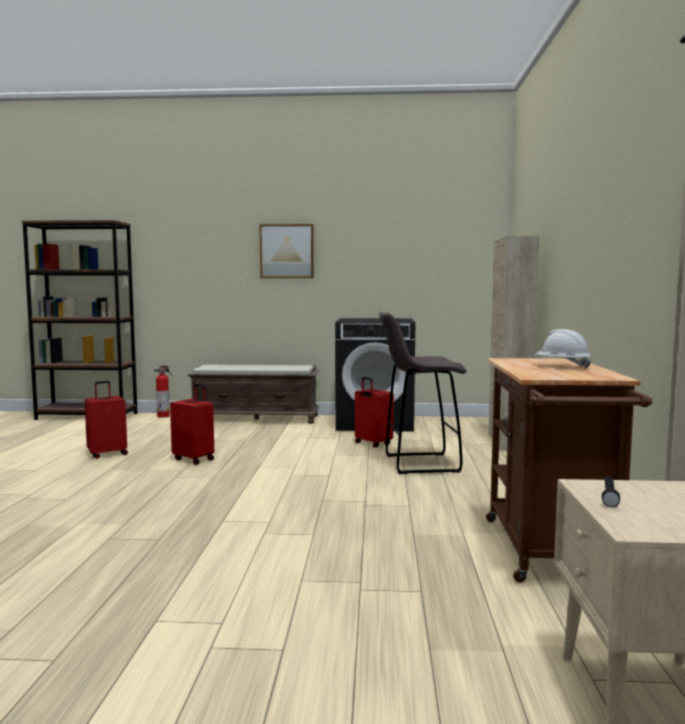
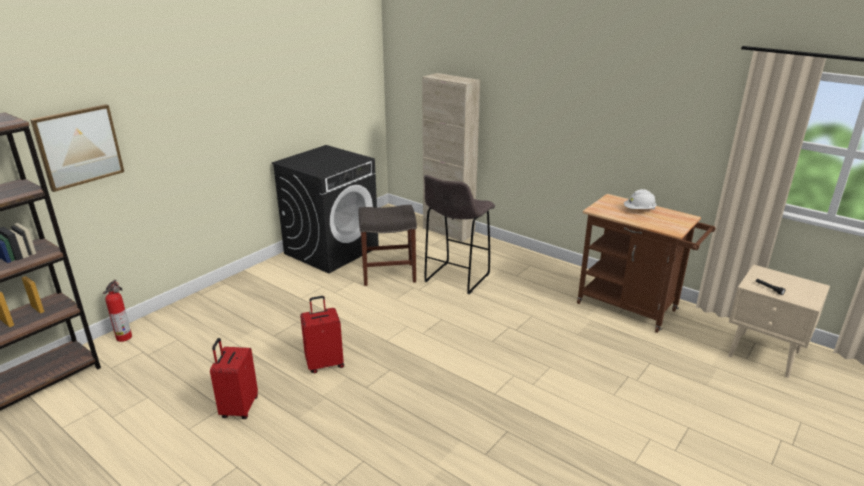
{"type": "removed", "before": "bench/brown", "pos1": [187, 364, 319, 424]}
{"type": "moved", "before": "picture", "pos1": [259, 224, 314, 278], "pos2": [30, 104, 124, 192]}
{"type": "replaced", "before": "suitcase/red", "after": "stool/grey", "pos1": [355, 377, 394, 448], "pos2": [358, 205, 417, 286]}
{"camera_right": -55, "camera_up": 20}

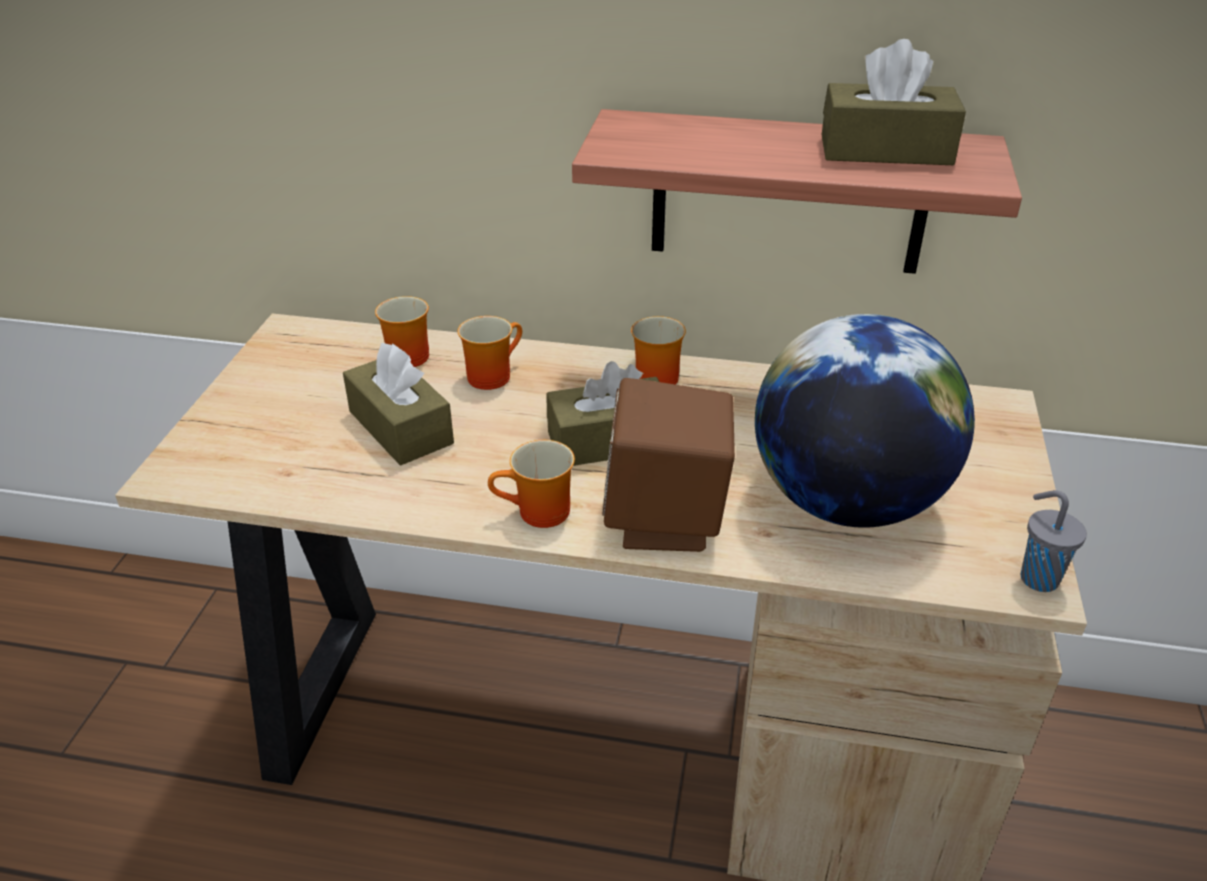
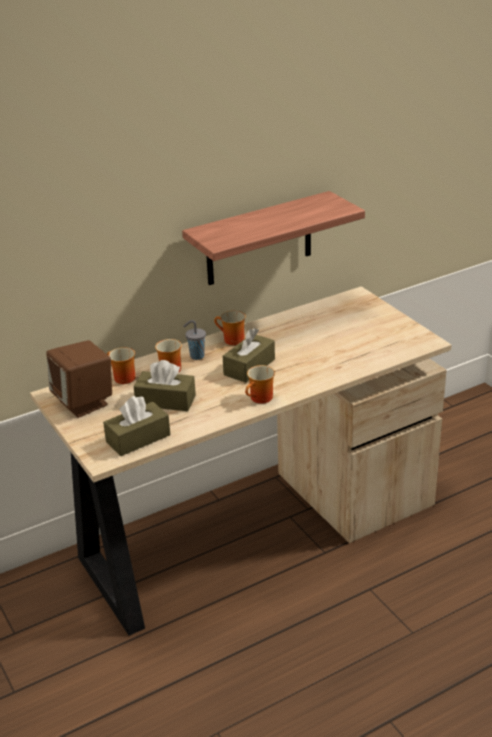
{"type": "moved", "before": "speaker/brown", "pos1": [602, 378, 735, 552], "pos2": [46, 340, 112, 418]}
{"type": "removed", "before": "globe", "pos1": [755, 314, 975, 528]}
{"type": "moved", "before": "tissue box/brown", "pos1": [822, 39, 966, 165], "pos2": [103, 396, 170, 456]}
{"type": "moved", "before": "cup/grey", "pos1": [1021, 490, 1087, 592], "pos2": [183, 320, 206, 360]}
{"camera_right": -40, "camera_up": -5}

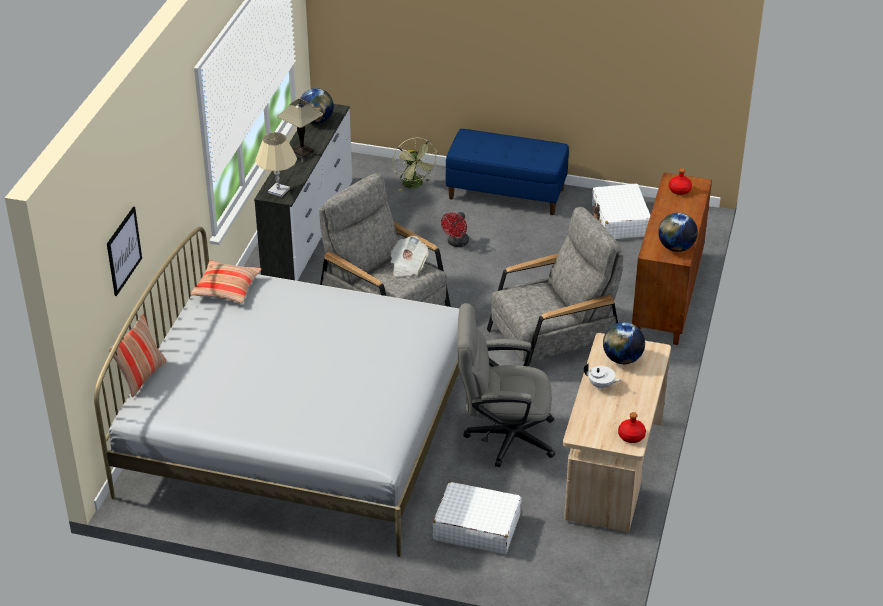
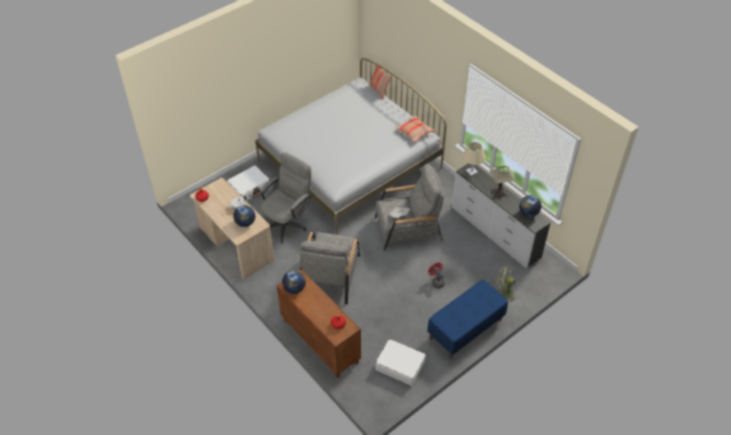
{"type": "removed", "before": "picture", "pos1": [107, 207, 142, 296]}
{"camera_right": 125, "camera_up": 10}

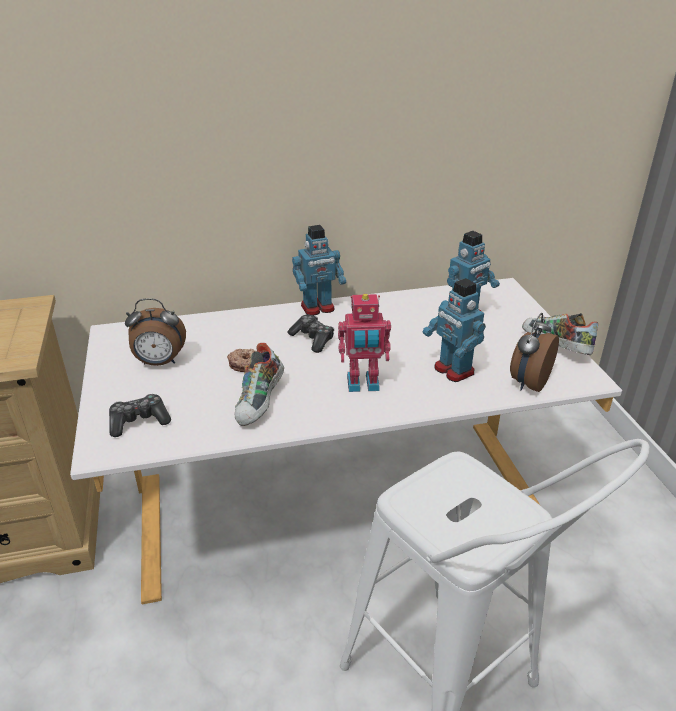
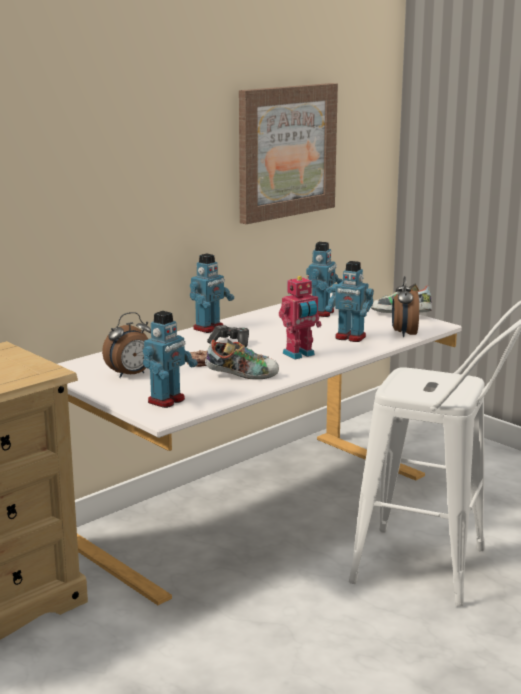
{"type": "replaced", "before": "game controller", "after": "toy robot", "pos1": [109, 394, 171, 437], "pos2": [143, 311, 198, 408]}
{"type": "turned", "before": "shoe", "pos1": [235, 343, 284, 426], "pos2": [205, 339, 279, 379], "turn": -75}
{"type": "added", "after": "picture", "pos2": [239, 83, 338, 224]}
{"camera_right": -30, "camera_up": -15}

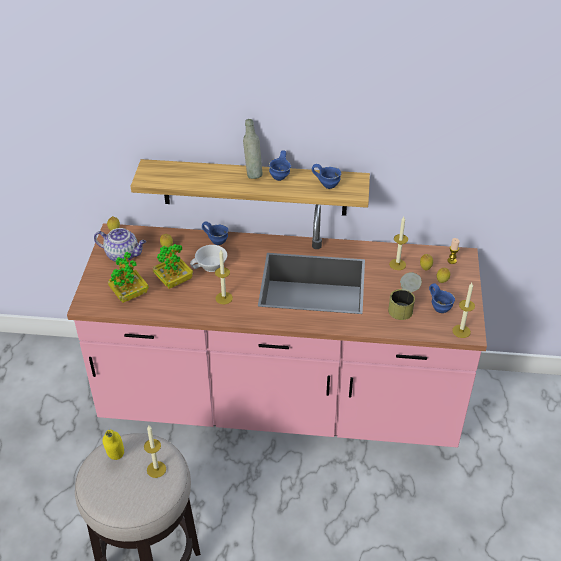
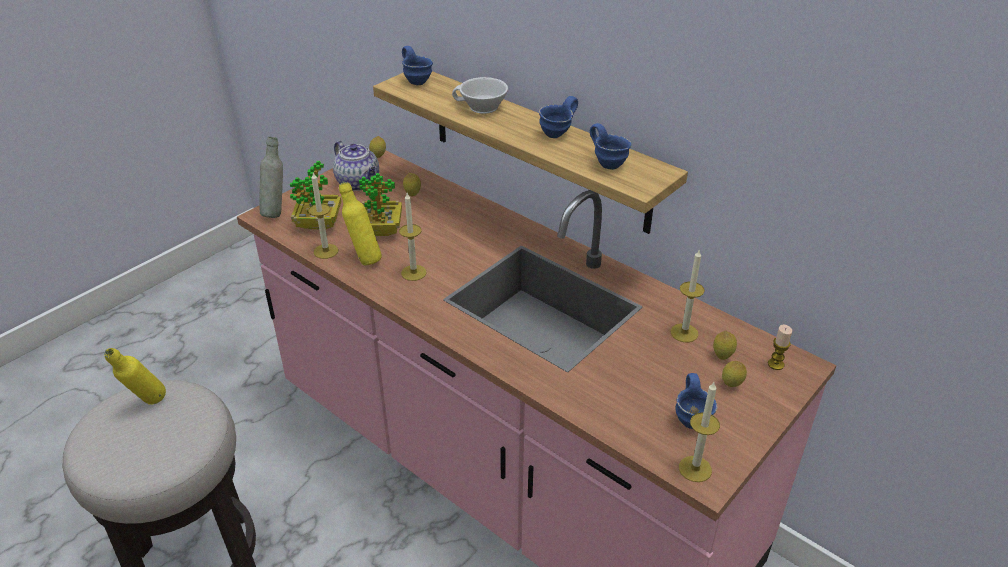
{"type": "moved", "before": "candle", "pos1": [144, 426, 166, 478], "pos2": [308, 172, 338, 259]}
{"type": "moved", "before": "cup/white", "pos1": [190, 245, 227, 272], "pos2": [452, 77, 508, 114]}
{"type": "moved", "before": "mug/blue", "pos1": [202, 222, 229, 245], "pos2": [402, 46, 433, 85]}
{"type": "moved", "before": "bottle/grey", "pos1": [243, 119, 263, 179], "pos2": [260, 137, 283, 218]}
{"type": "removed", "before": "can", "pos1": [388, 272, 422, 320]}
{"type": "added", "after": "bottle/yellow", "pos2": [339, 182, 382, 265]}
{"camera_right": 35, "camera_up": -5}

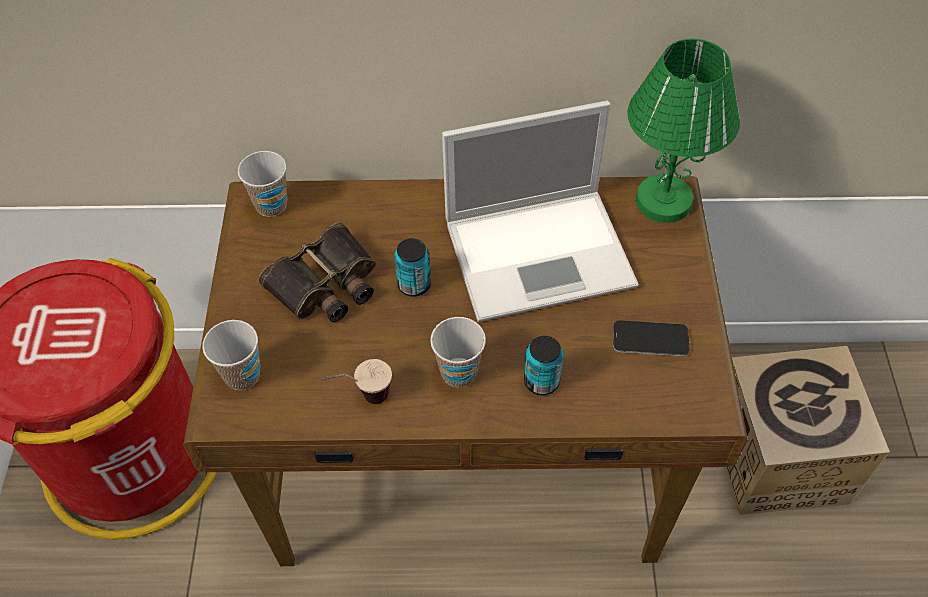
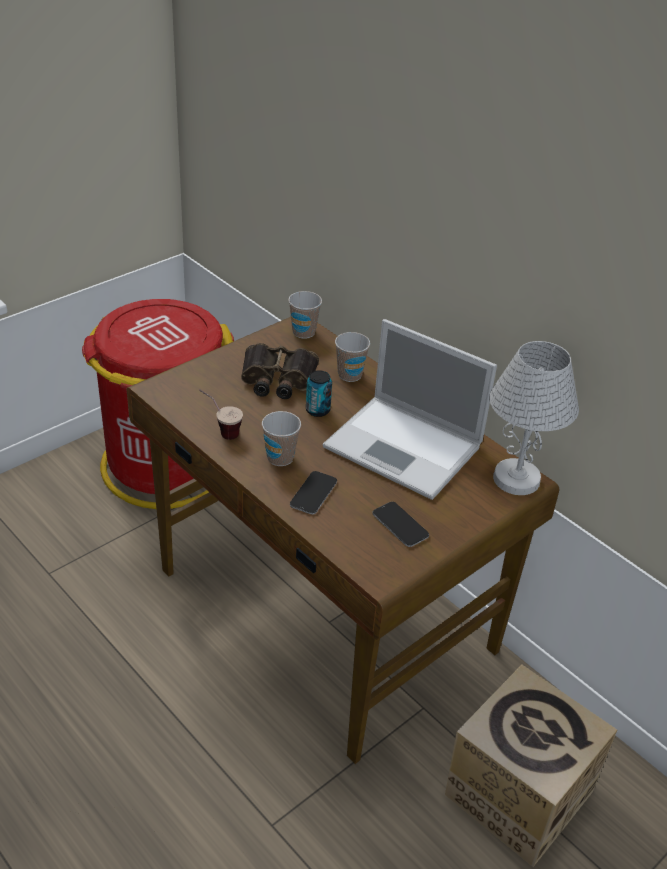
{"type": "moved", "before": "cup", "pos1": [202, 320, 260, 390], "pos2": [335, 332, 370, 382]}
{"type": "replaced", "before": "can", "after": "phone", "pos1": [524, 336, 563, 395], "pos2": [290, 471, 337, 514]}
{"type": "recoloured", "before": "table lamp/green", "after": "table lamp/white", "pos1": [628, 39, 740, 223], "pos2": [489, 341, 579, 495]}
{"camera_right": 45, "camera_up": -15}

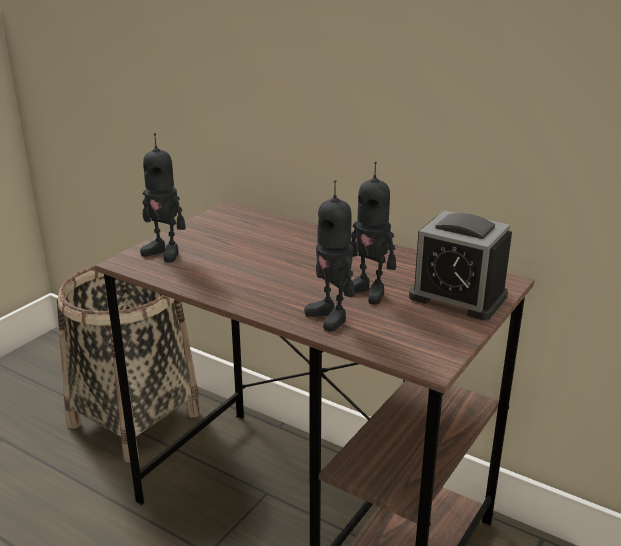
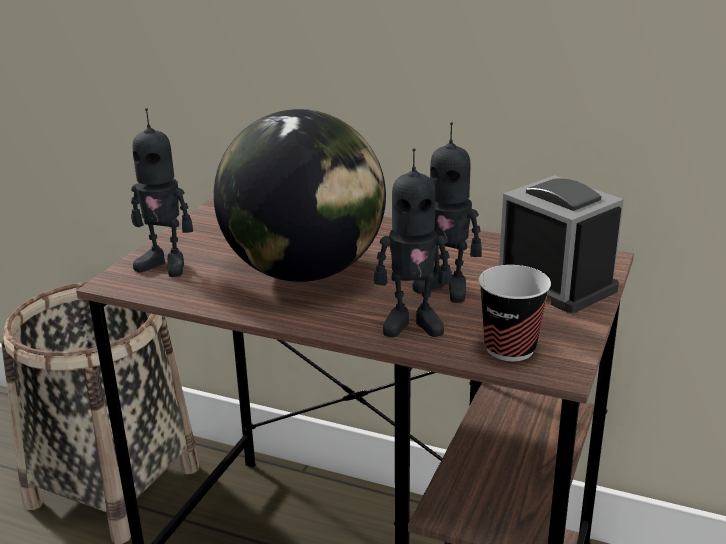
{"type": "turned", "before": "toy robot", "pos1": [304, 180, 355, 332], "pos2": [374, 148, 452, 337], "turn": -45}
{"type": "turned", "before": "alarm clock", "pos1": [409, 211, 512, 320], "pos2": [498, 175, 624, 313], "turn": -150}
{"type": "added", "after": "globe", "pos2": [214, 109, 386, 282]}
{"type": "added", "after": "cup", "pos2": [479, 265, 551, 361]}
{"camera_right": -10, "camera_up": 0}

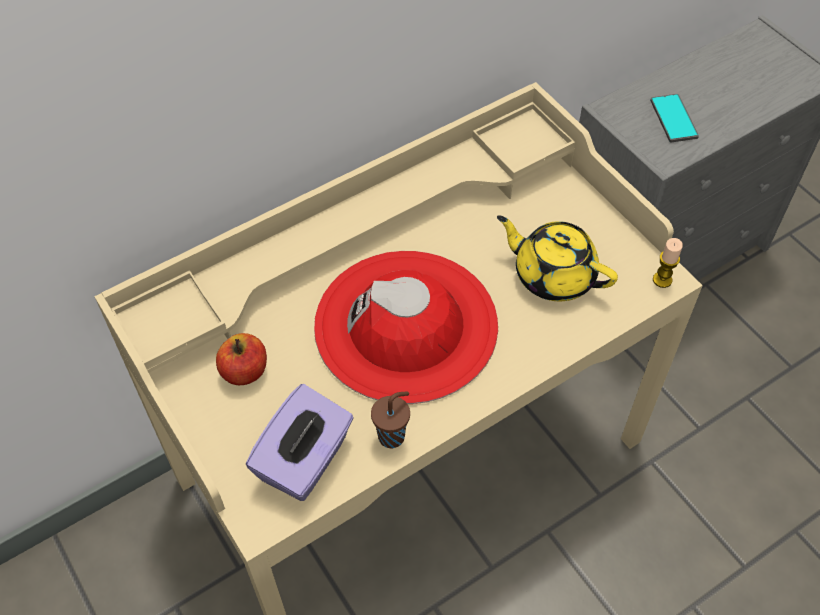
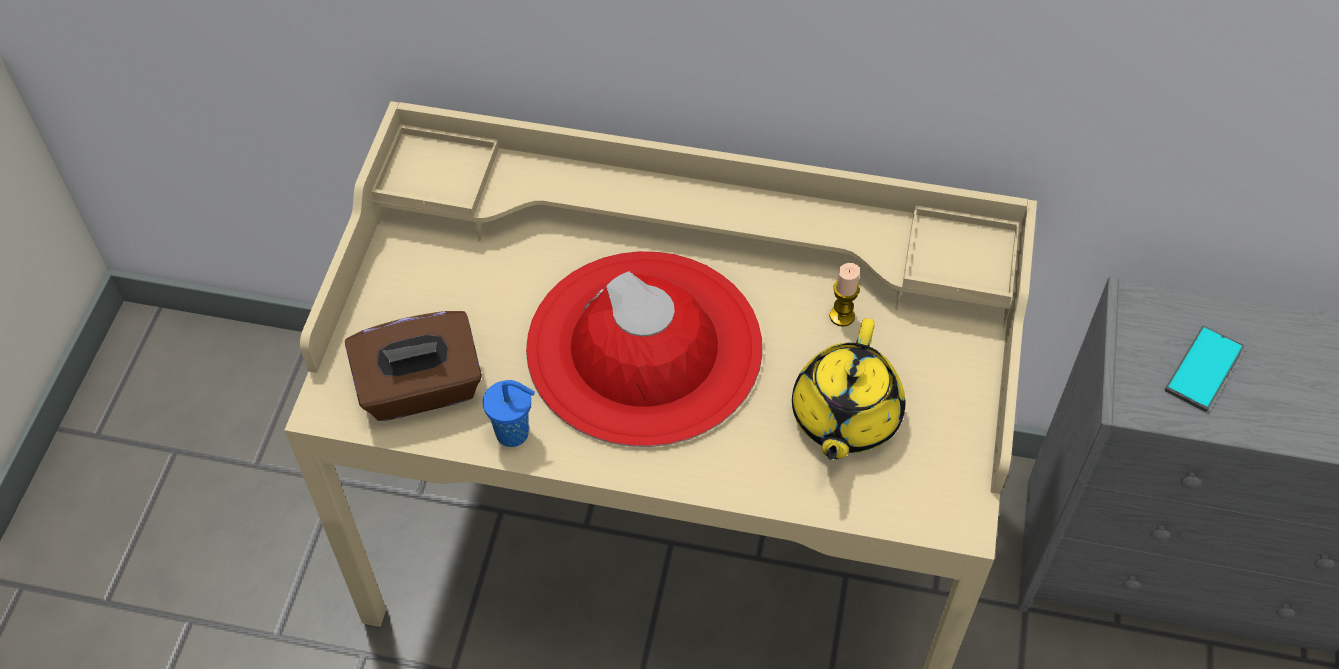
{"type": "removed", "before": "apple", "pos1": [216, 333, 267, 385]}
{"type": "recoloured", "before": "tissue box/purple", "after": "tissue box/brown", "pos1": [246, 384, 354, 501], "pos2": [345, 311, 482, 421]}
{"type": "recoloured", "before": "cup/brown", "after": "cup/blue", "pos1": [371, 391, 410, 448], "pos2": [483, 380, 535, 447]}
{"type": "turned", "before": "teapot/yellow", "pos1": [497, 215, 618, 301], "pos2": [792, 318, 905, 460], "turn": -150}
{"type": "moved", "before": "candle", "pos1": [653, 238, 683, 288], "pos2": [830, 263, 860, 327]}
{"camera_right": 45, "camera_up": 0}

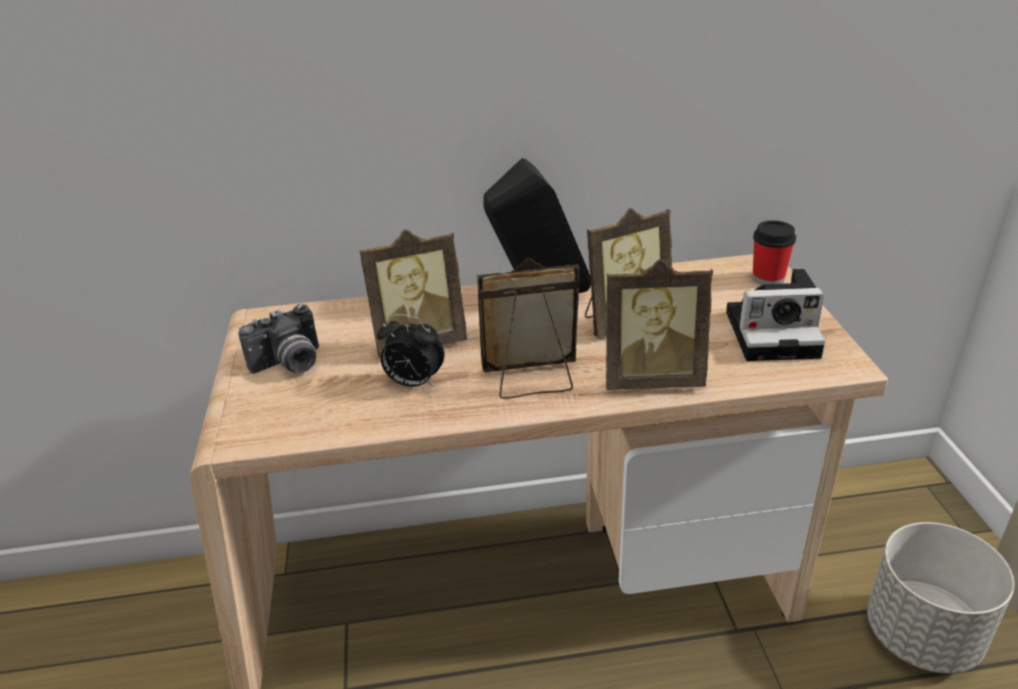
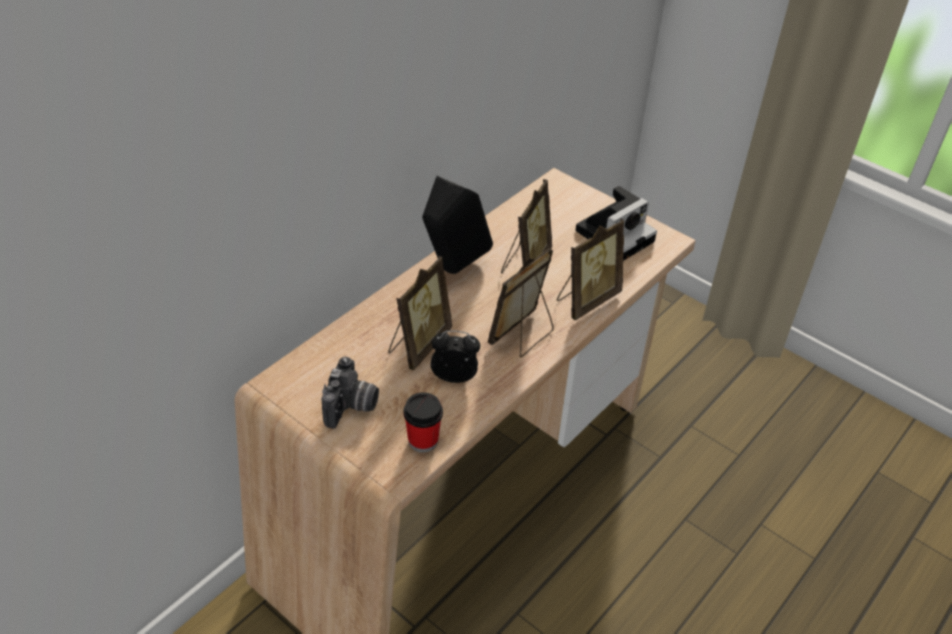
{"type": "turned", "before": "alarm clock", "pos1": [377, 314, 444, 388], "pos2": [431, 330, 480, 383], "turn": -150}
{"type": "moved", "before": "cup", "pos1": [753, 220, 796, 285], "pos2": [403, 392, 443, 452]}
{"type": "removed", "before": "planter/grey", "pos1": [867, 522, 1014, 674]}
{"camera_right": -45, "camera_up": 10}

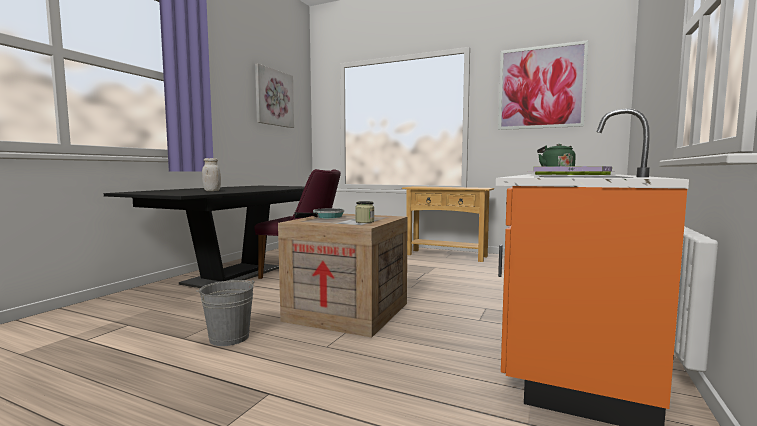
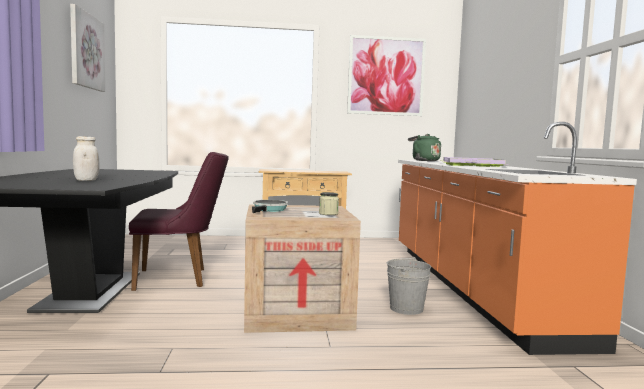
{"type": "moved", "before": "bucket/grey", "pos1": [196, 280, 255, 346], "pos2": [387, 257, 431, 315]}
{"camera_right": -30, "camera_up": 0}

